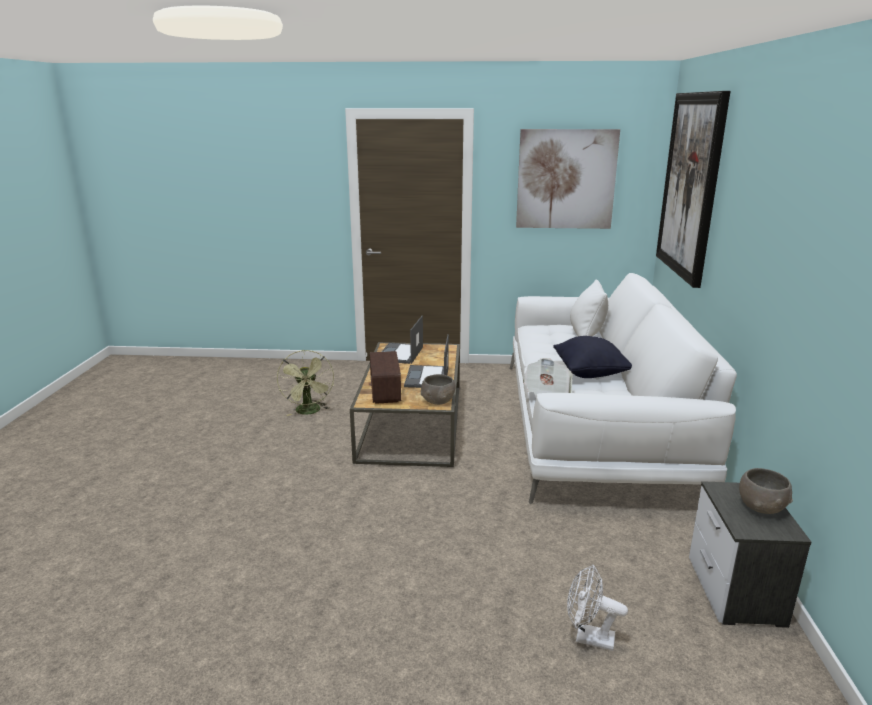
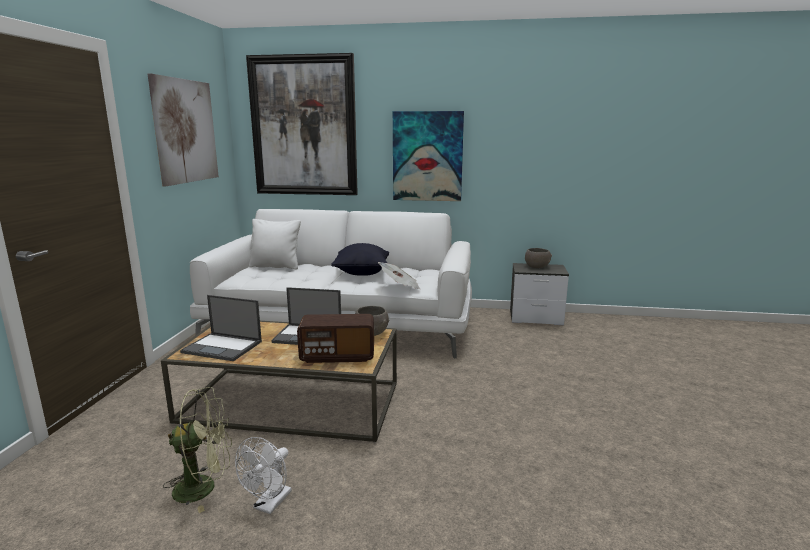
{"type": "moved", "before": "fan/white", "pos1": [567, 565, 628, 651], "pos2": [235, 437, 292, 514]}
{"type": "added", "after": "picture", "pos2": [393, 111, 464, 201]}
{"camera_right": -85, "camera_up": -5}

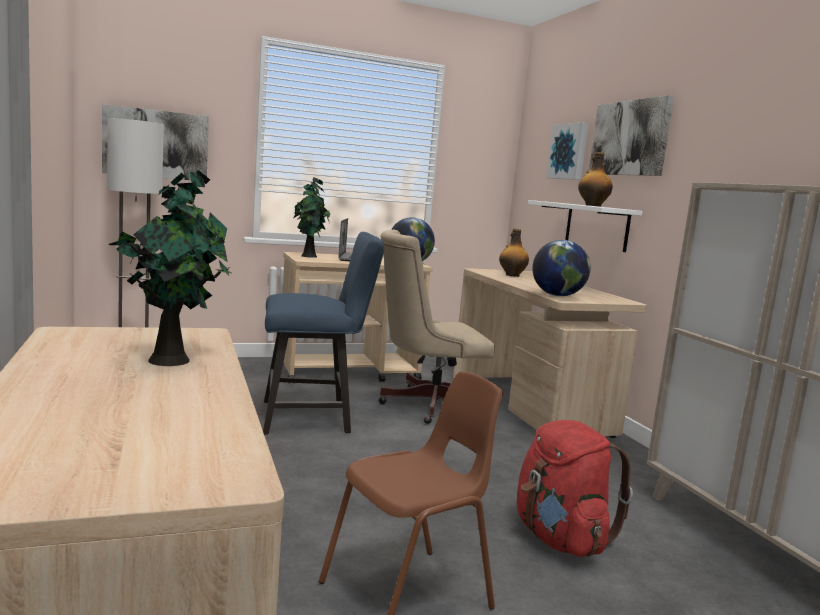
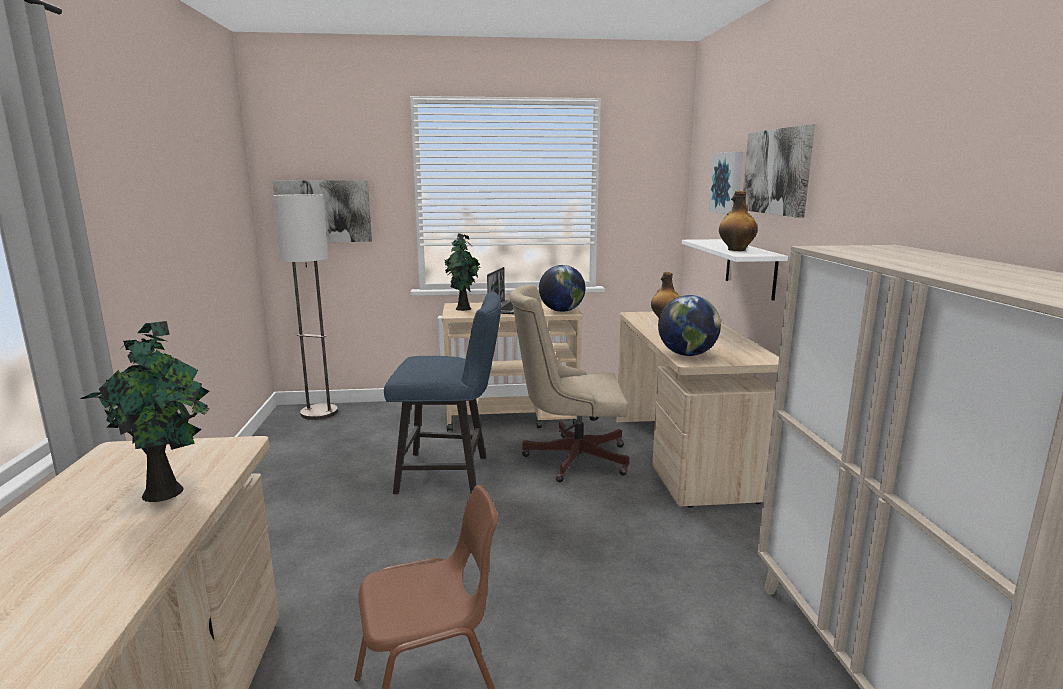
{"type": "removed", "before": "backpack/red", "pos1": [516, 420, 633, 557]}
{"camera_right": 15, "camera_up": 5}

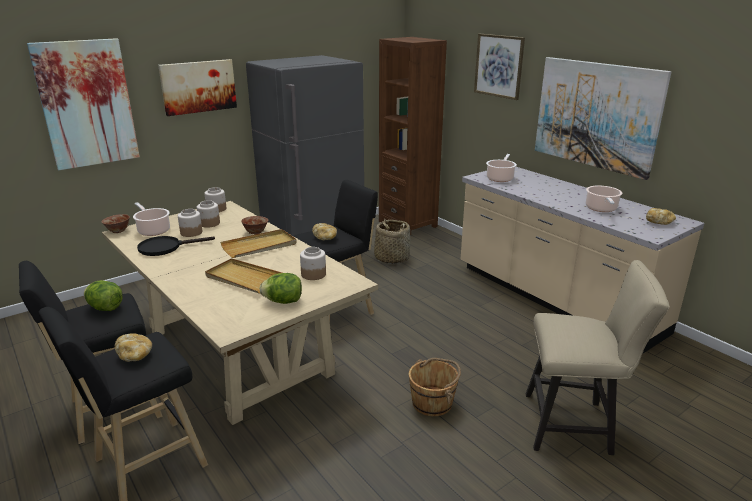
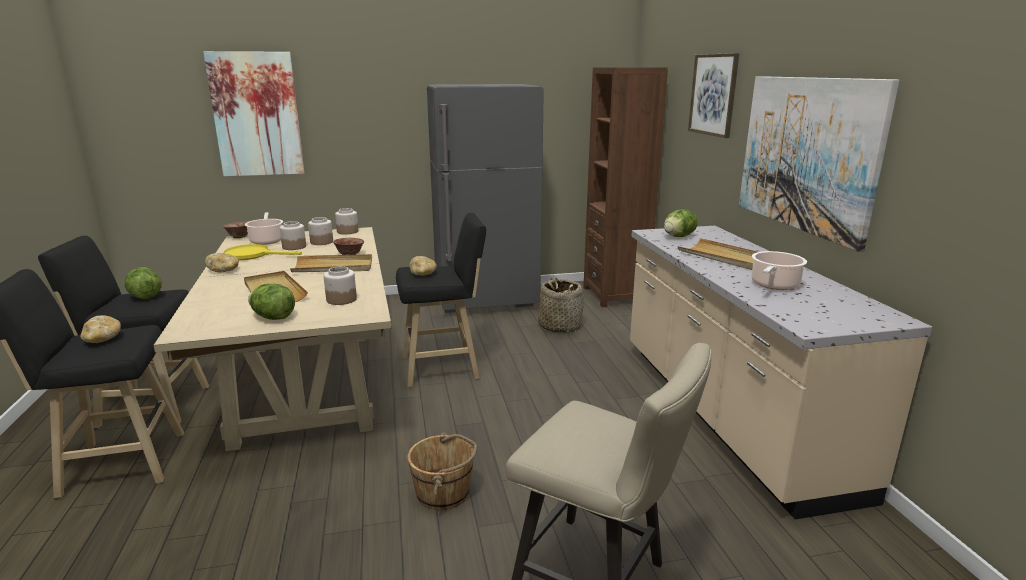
{"type": "recoloured", "before": "frying pan/black", "after": "frying pan/yellow", "pos1": [137, 236, 215, 256], "pos2": [223, 244, 302, 260]}
{"type": "removed", "before": "picture", "pos1": [158, 59, 237, 116]}
{"type": "replaced", "before": "cooking pot", "after": "lettuce", "pos1": [486, 154, 517, 182], "pos2": [664, 209, 698, 237]}
{"type": "moved", "before": "bread", "pos1": [646, 208, 676, 225], "pos2": [205, 253, 239, 272]}
{"type": "added", "after": "tray/beige", "pos2": [678, 238, 757, 270]}
{"camera_right": 25, "camera_up": -5}

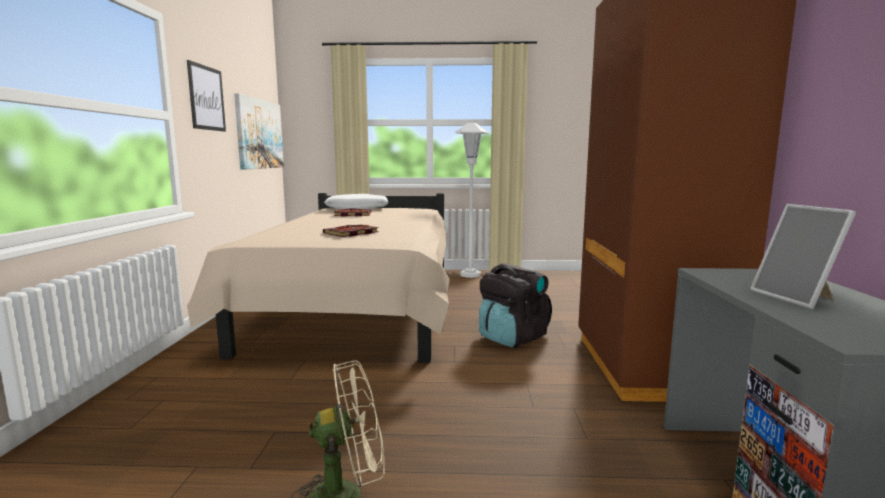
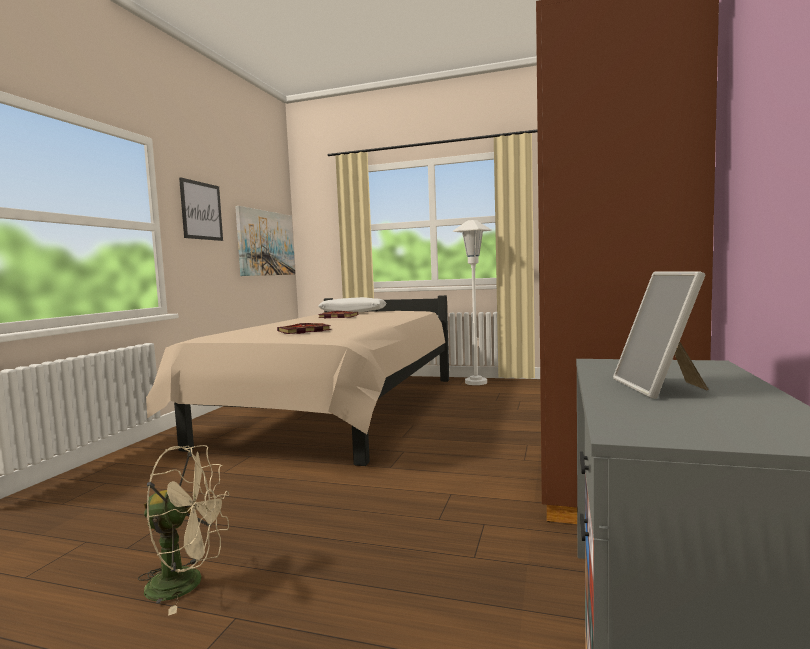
{"type": "removed", "before": "backpack/black", "pos1": [479, 263, 552, 348]}
{"camera_right": 15, "camera_up": -5}

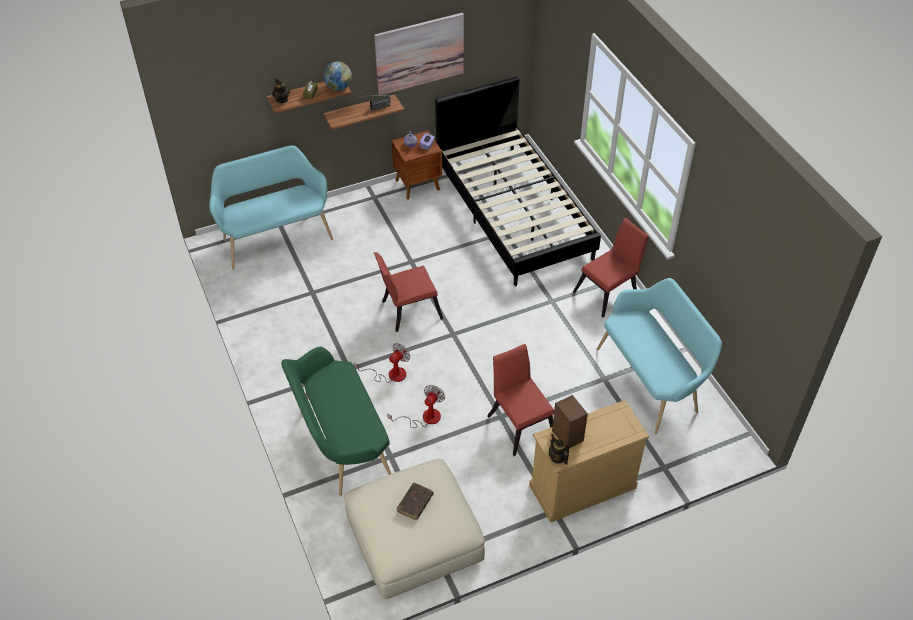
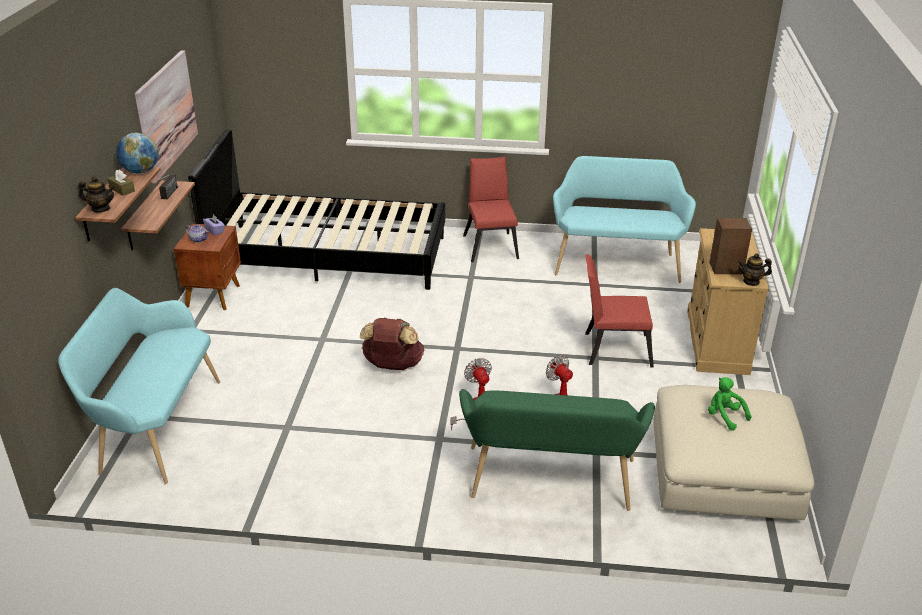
{"type": "replaced", "before": "chair/red", "after": "backpack/brown", "pos1": [374, 252, 443, 332], "pos2": [360, 318, 424, 370]}
{"type": "replaced", "before": "book/brown", "after": "plush toy/green", "pos1": [397, 483, 433, 520], "pos2": [708, 377, 752, 431]}
{"camera_right": -60, "camera_up": -15}

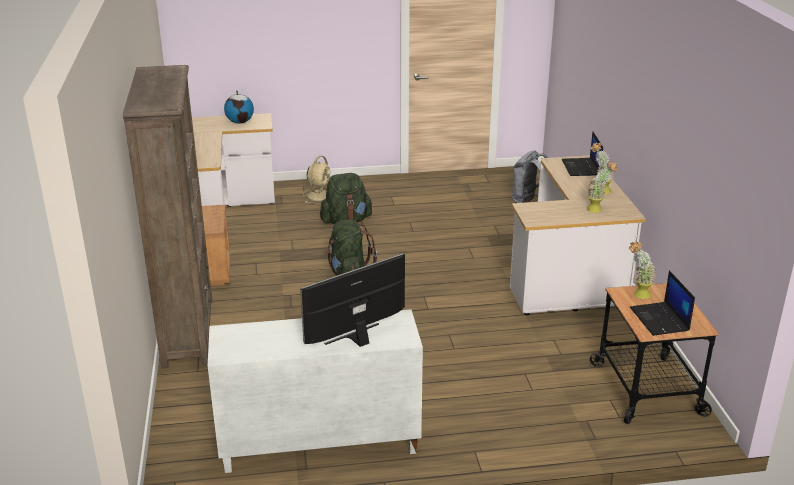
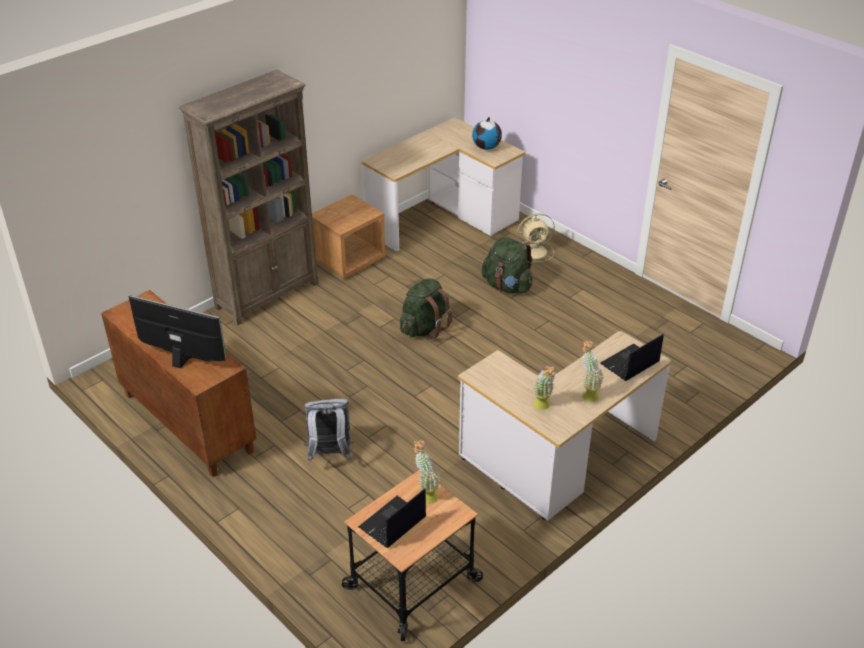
{"type": "recoloured", "before": "cabinet/white", "after": "cabinet/brown", "pos1": [208, 309, 423, 473], "pos2": [101, 290, 256, 477]}
{"type": "moved", "before": "backpack/grey", "pos1": [512, 151, 548, 203], "pos2": [304, 399, 354, 461]}
{"camera_right": 55, "camera_up": 10}

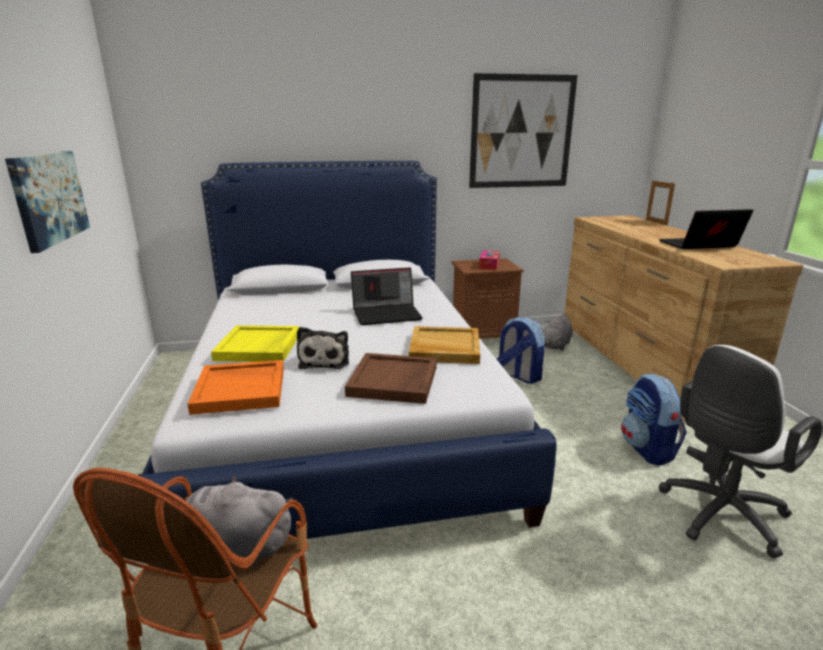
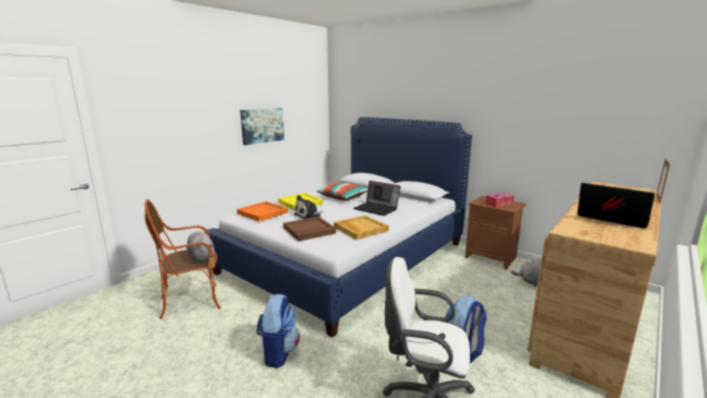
{"type": "removed", "before": "picture", "pos1": [469, 73, 578, 188]}
{"type": "moved", "before": "backpack", "pos1": [497, 317, 545, 384], "pos2": [256, 294, 300, 368]}
{"type": "added", "after": "pillow", "pos2": [316, 182, 368, 201]}
{"camera_right": 50, "camera_up": -5}

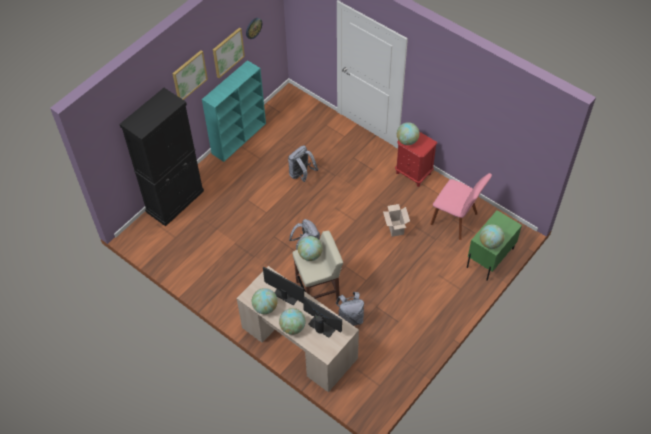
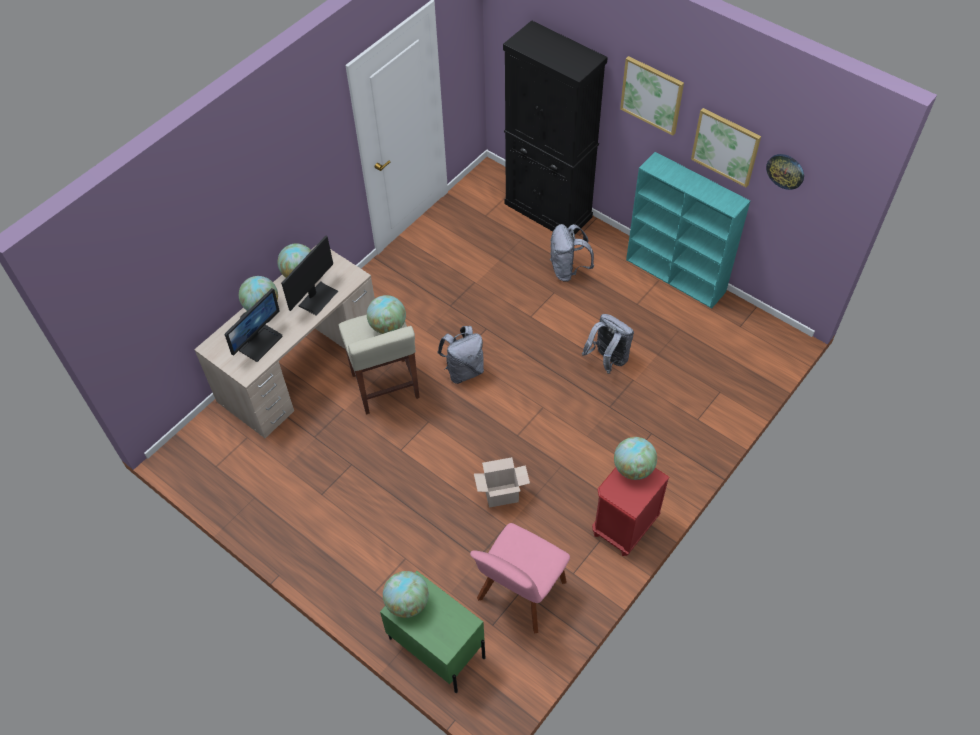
{"type": "moved", "before": "backpack/grey", "pos1": [335, 292, 364, 326], "pos2": [550, 224, 594, 282]}
{"camera_right": 90, "camera_up": 0}

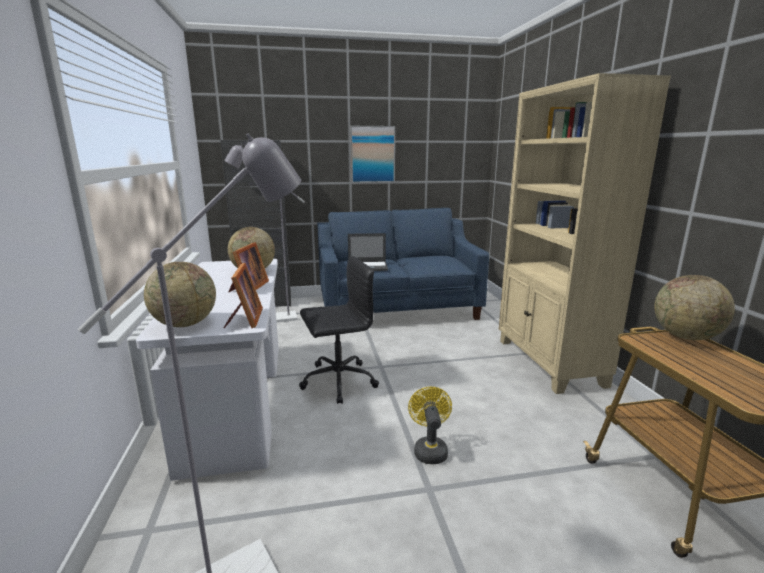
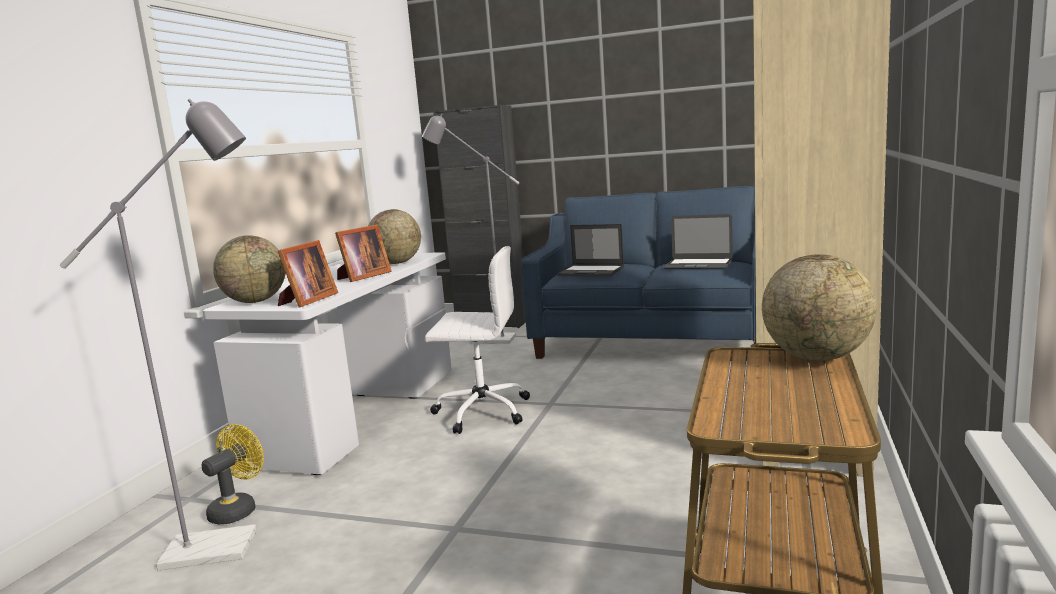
{"type": "recoloured", "before": "office chair/black", "after": "office chair/white", "pos1": [299, 256, 379, 404], "pos2": [425, 246, 530, 434]}
{"type": "removed", "before": "picture", "pos1": [350, 126, 395, 183]}
{"type": "moved", "before": "fan/yellow", "pos1": [408, 387, 452, 464], "pos2": [202, 424, 264, 524]}
{"type": "added", "after": "laptop", "pos2": [664, 214, 733, 269]}
{"camera_right": 30, "camera_up": -5}

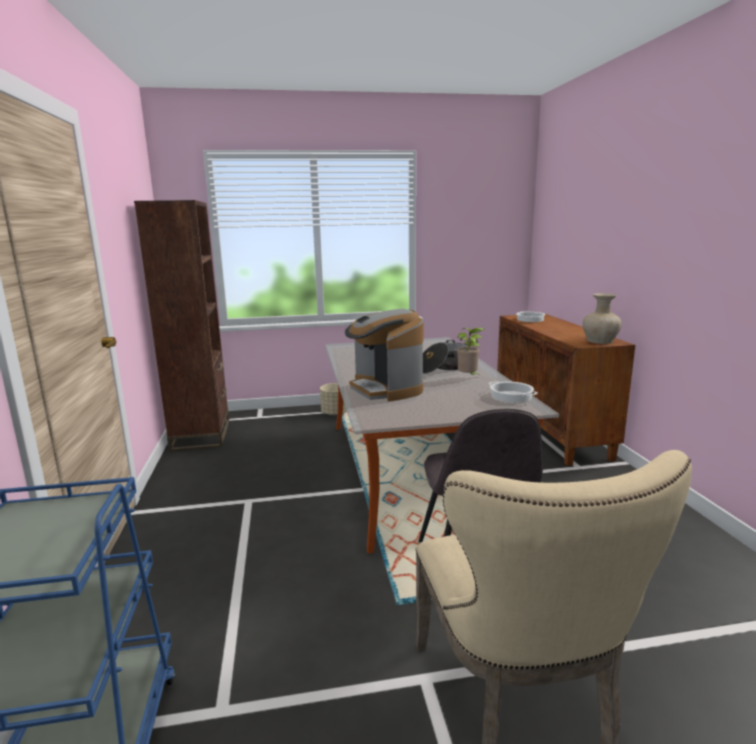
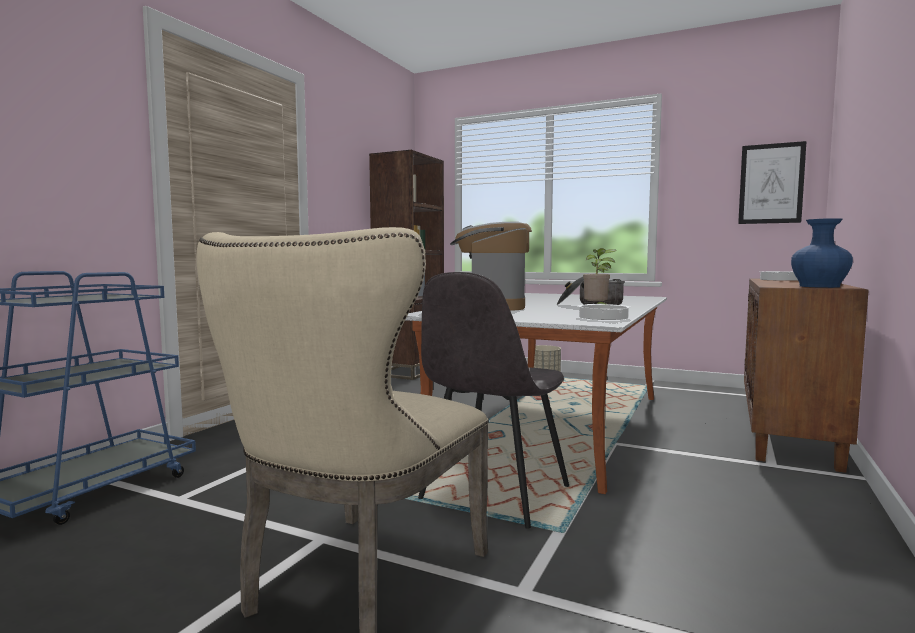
{"type": "recoloured", "before": "vase/beige", "after": "vase/blue", "pos1": [582, 293, 622, 344], "pos2": [791, 218, 853, 288]}
{"type": "added", "after": "picture", "pos2": [738, 141, 806, 224]}
{"camera_right": 35, "camera_up": -10}

